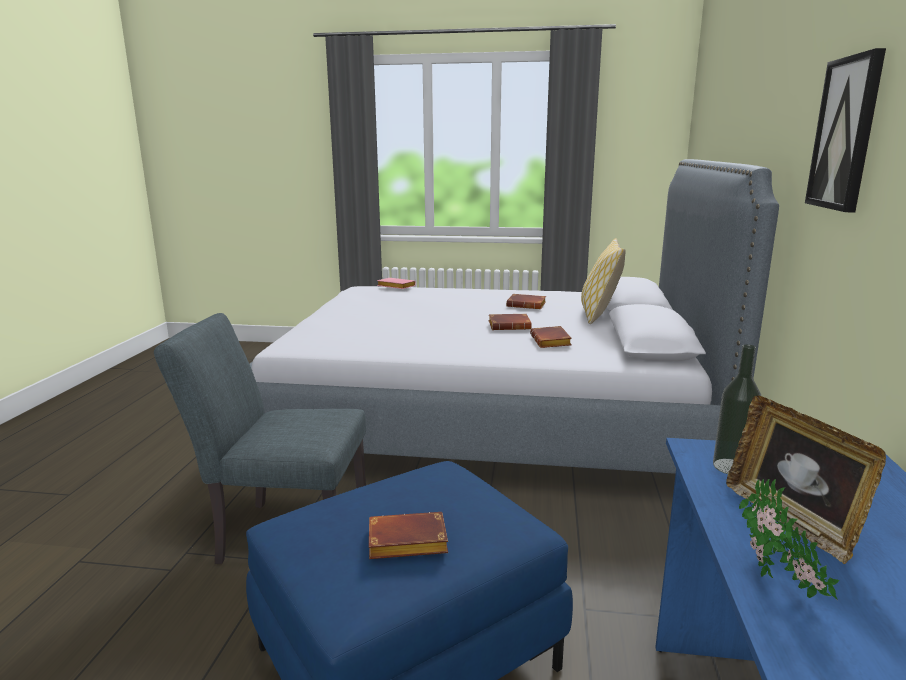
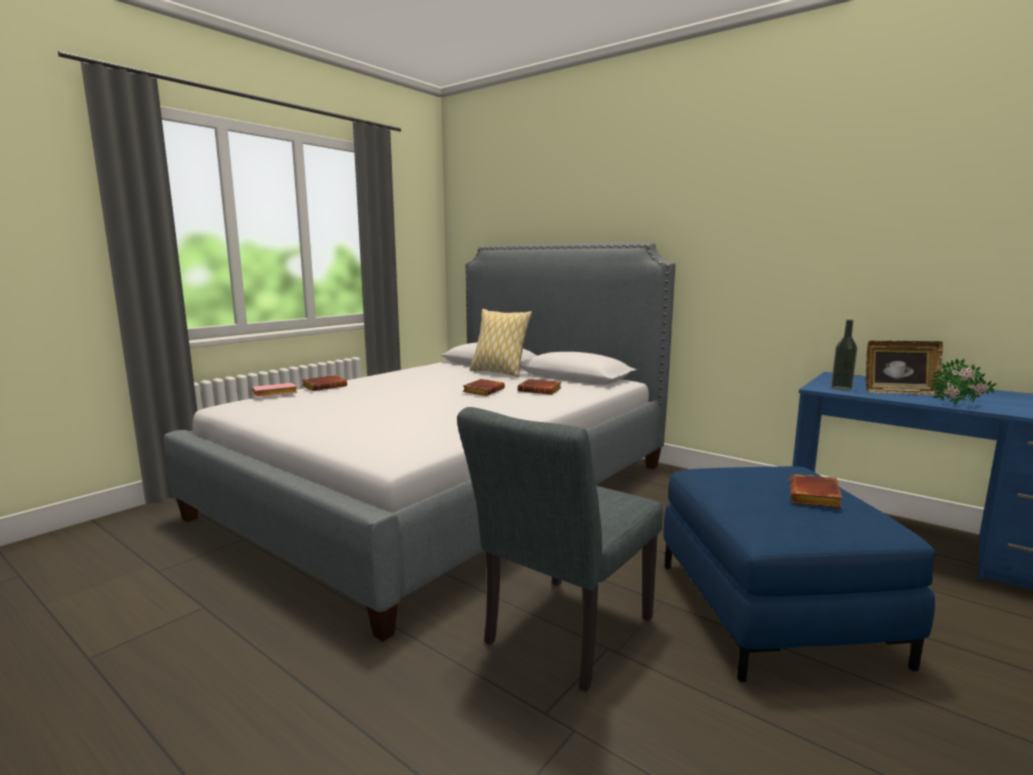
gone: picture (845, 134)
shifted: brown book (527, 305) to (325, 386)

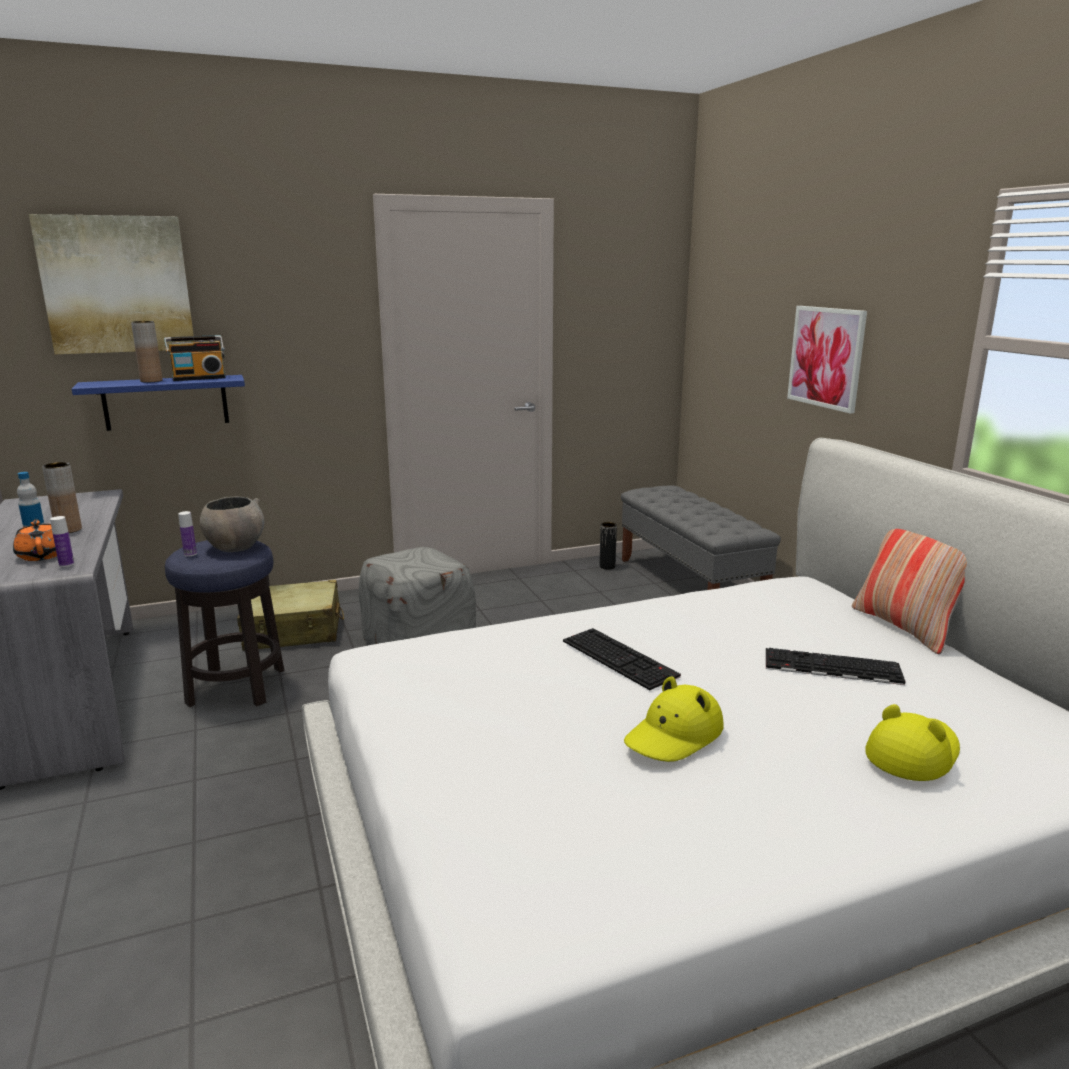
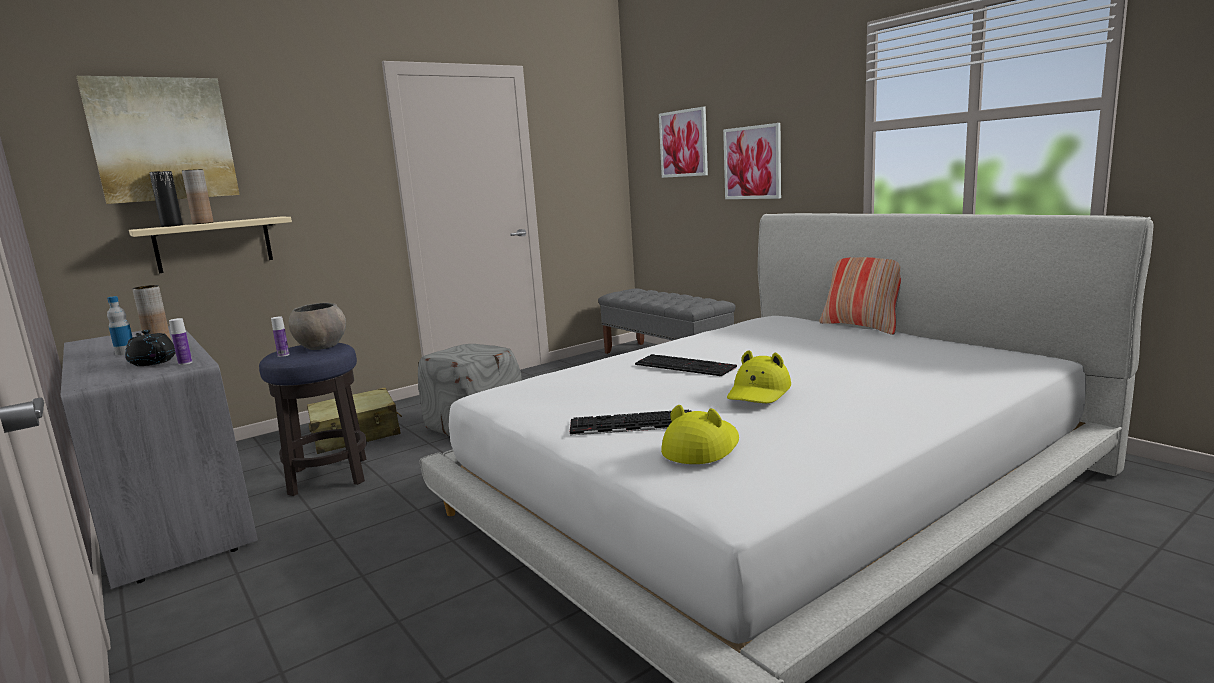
gone: radio (199, 378)
new: picture (683, 143)
shifted: black vase (607, 566) to (172, 226); keyboard (830, 667) to (630, 424); yellow hat (912, 753) to (701, 447)
repainted: blue shelf (166, 402) to beige shelf (214, 244); orange teapot (42, 555) to black teapot (153, 362)

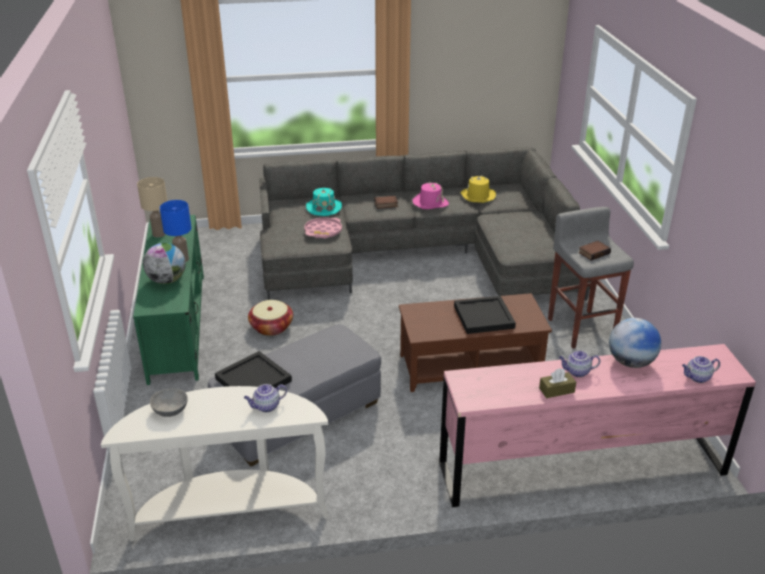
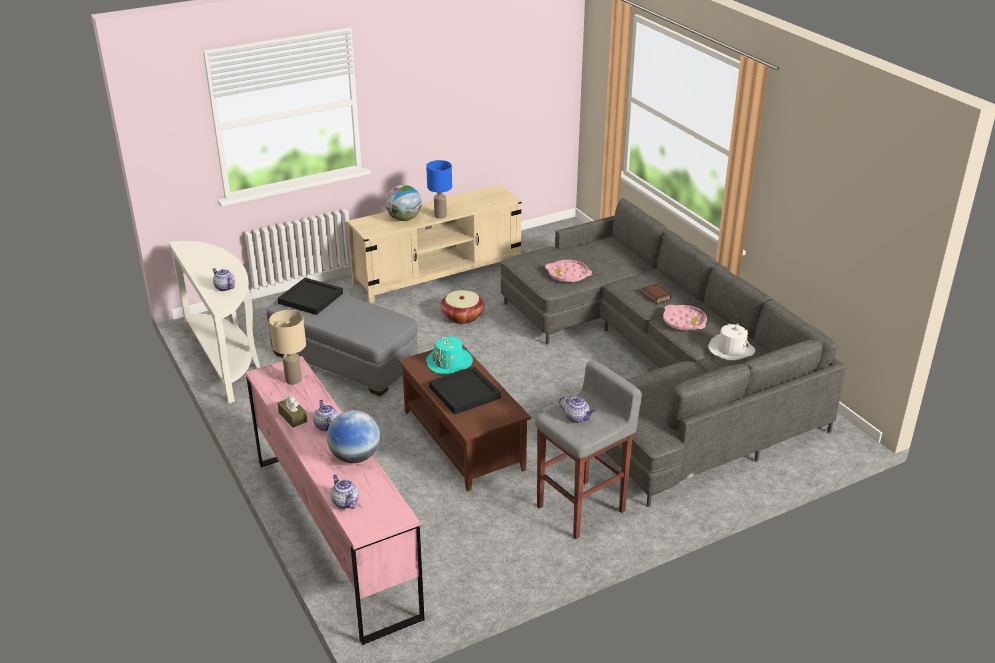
gone: grey bowl (170, 410)
shifted: beige table lamp (159, 234) to (293, 380); turquoise hat (324, 208) to (449, 362)
swapped: pink hat (430, 202) to pink tray (684, 321); book (593, 252) to teapot (577, 418)
repainted: yellow hat (478, 196) to white hat (730, 349); green tv stand (178, 325) to beige tv stand (438, 273)

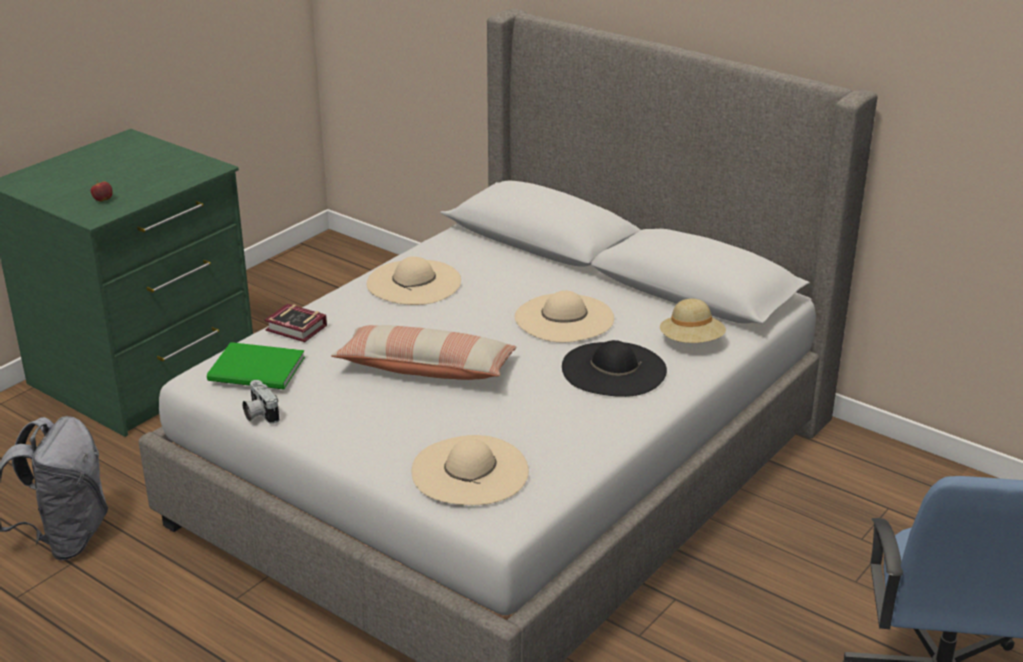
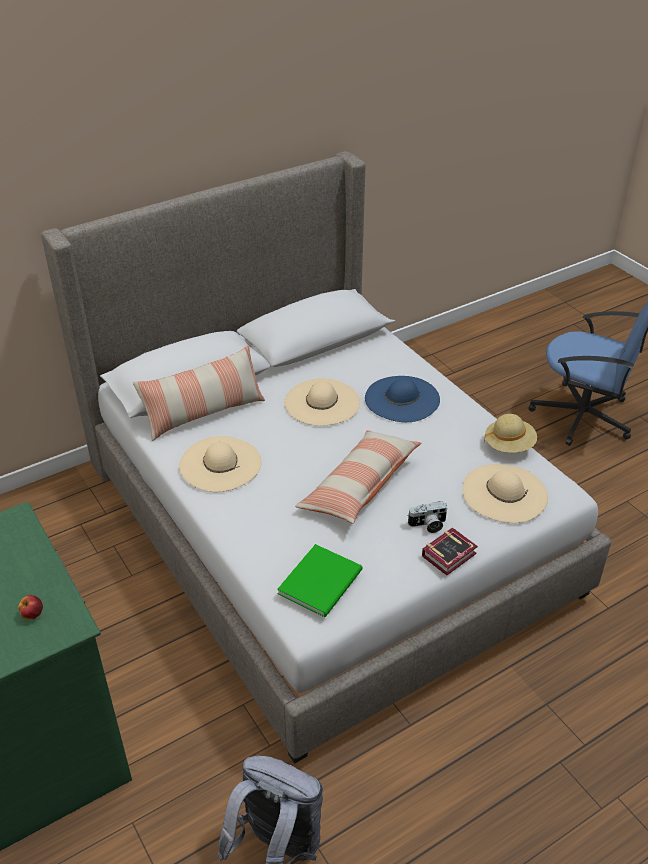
new: pillow (204, 413)
shifted: beige hat (691, 342) to (509, 445); book (297, 329) to (451, 554); photo camera (259, 414) to (428, 525)
repainted: black hat (613, 369) to blue hat (402, 399)

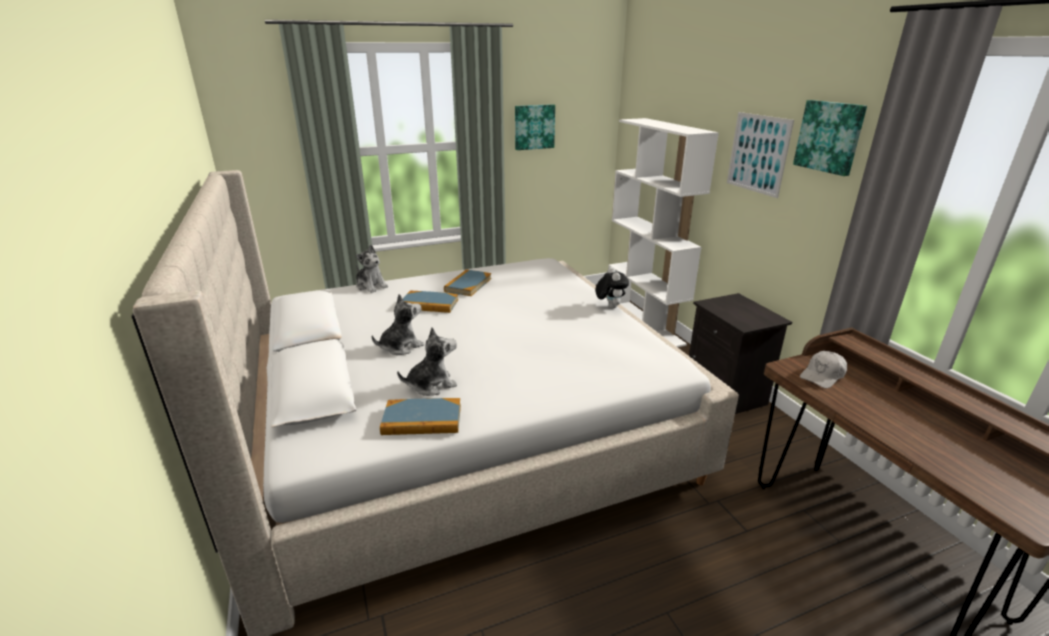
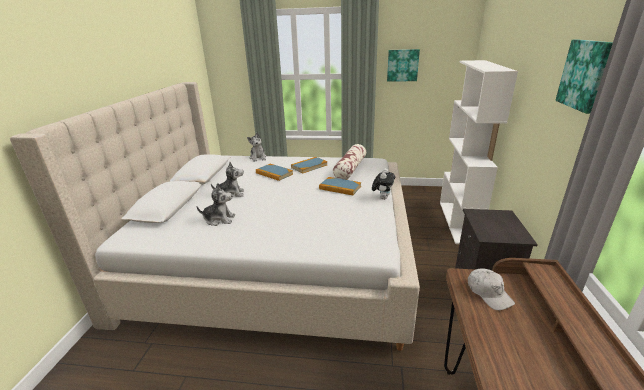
gone: picture (758, 153)
new: pillow (350, 168)
shifted: book (422, 420) to (340, 188)
rotated: white cap (822, 376) = (489, 293) 105 degrees counterclockwise

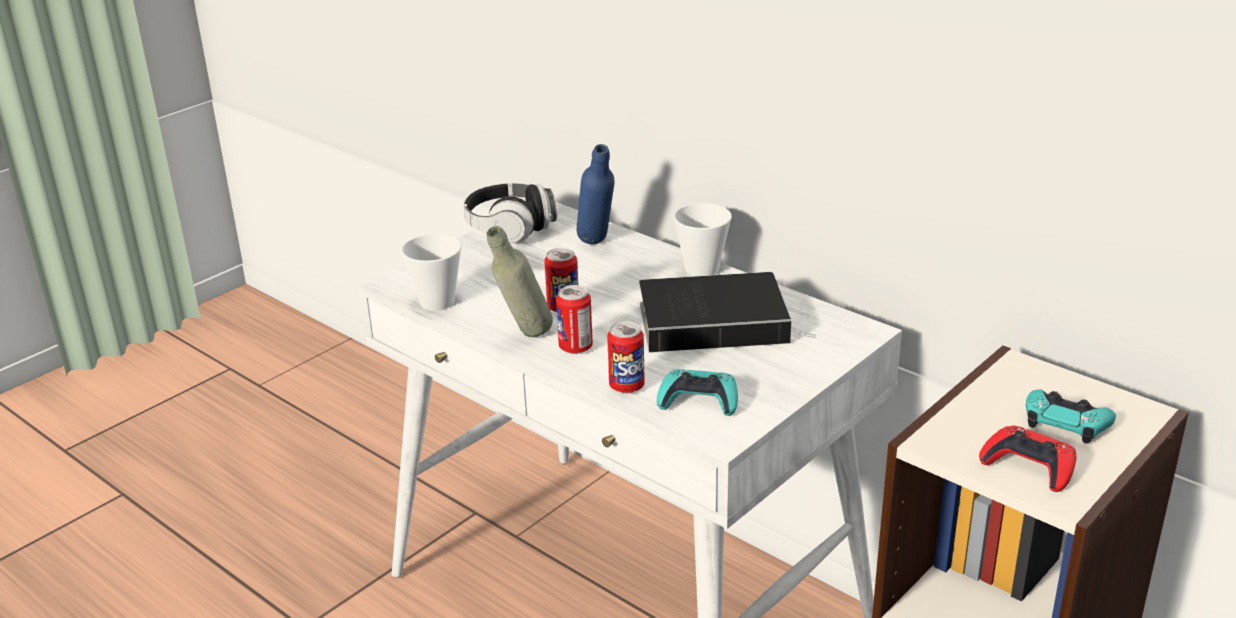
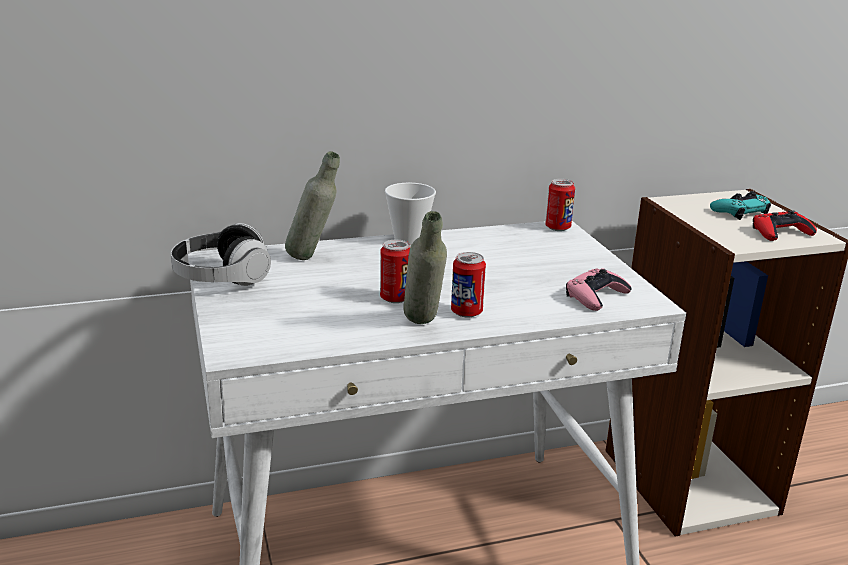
gone: cup (437, 302); book (717, 321)
shifted: can (626, 386) to (558, 228)
repainted: blue bottle (597, 246) to grey bottle (313, 258); turquoise game controller (698, 401) to pink game controller (596, 296)

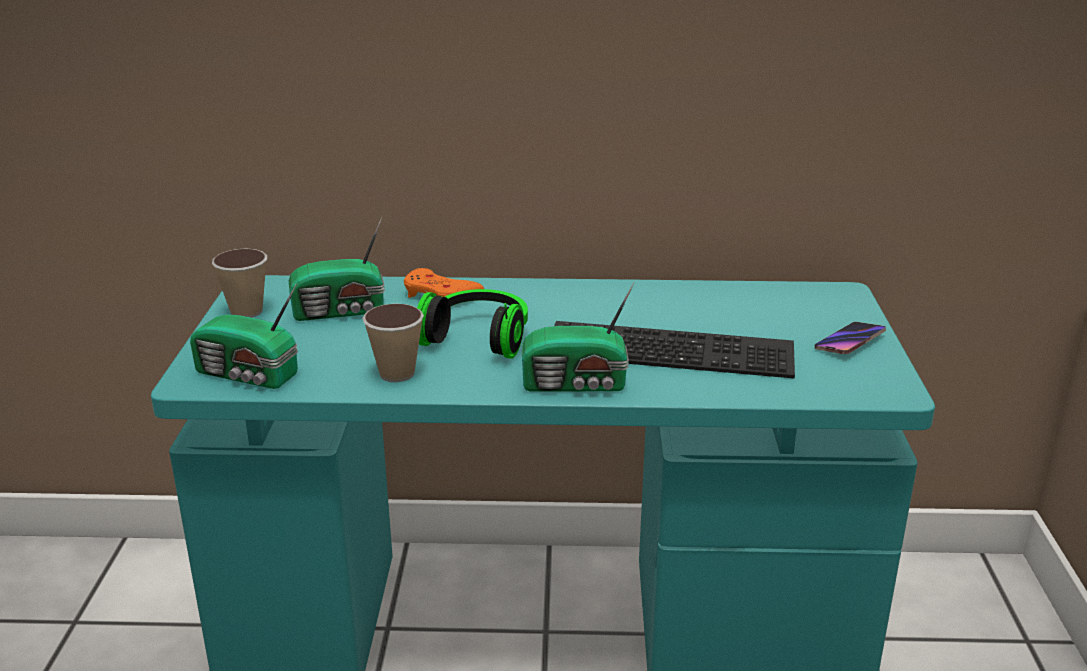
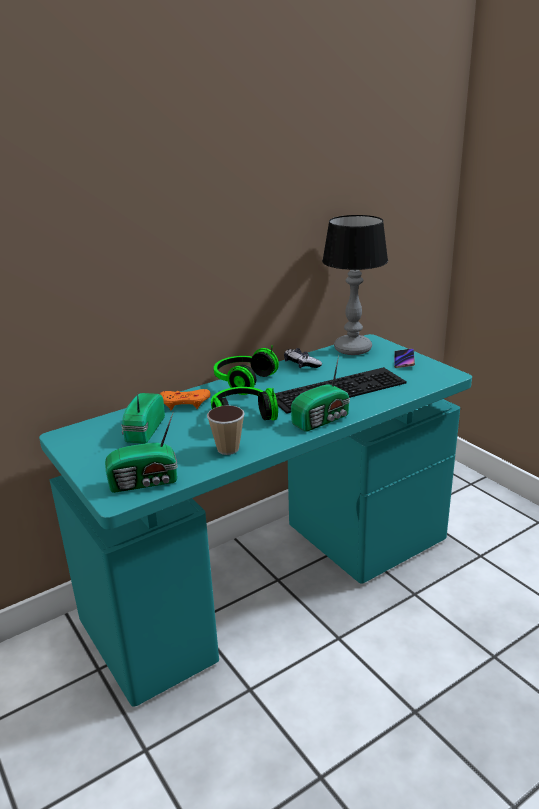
gone: cup (246, 311)
new: table lamp (353, 349); headphones (242, 381); game controller (301, 364)
rotated: radio (341, 311) = (143, 430) 150 degrees clockwise

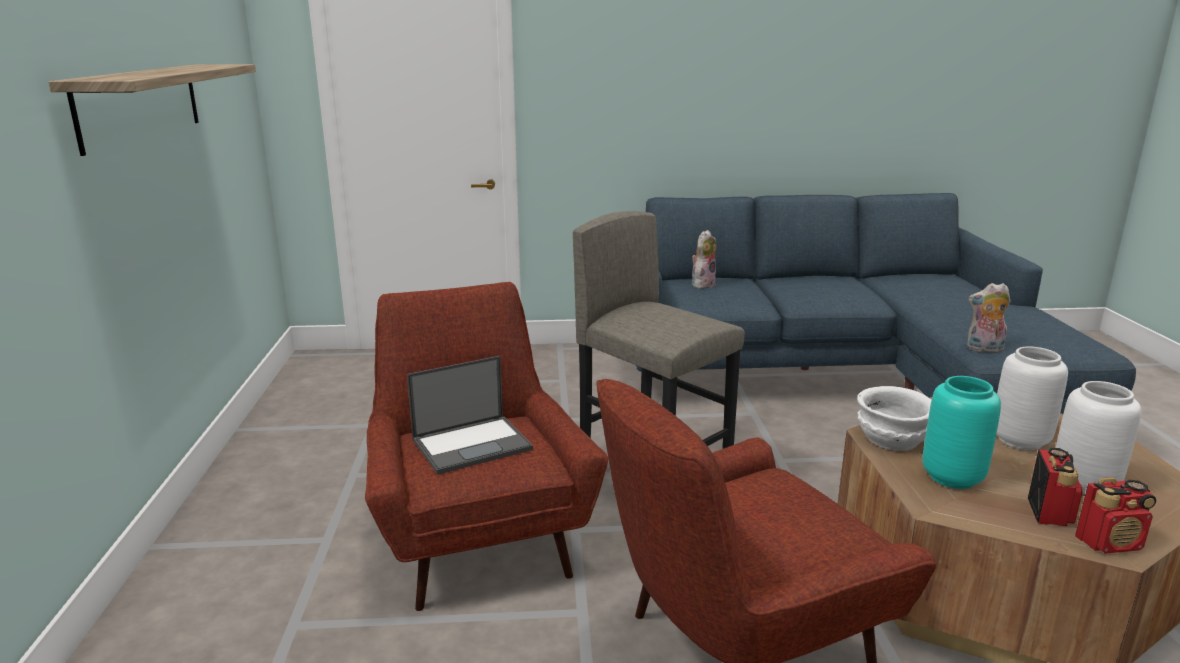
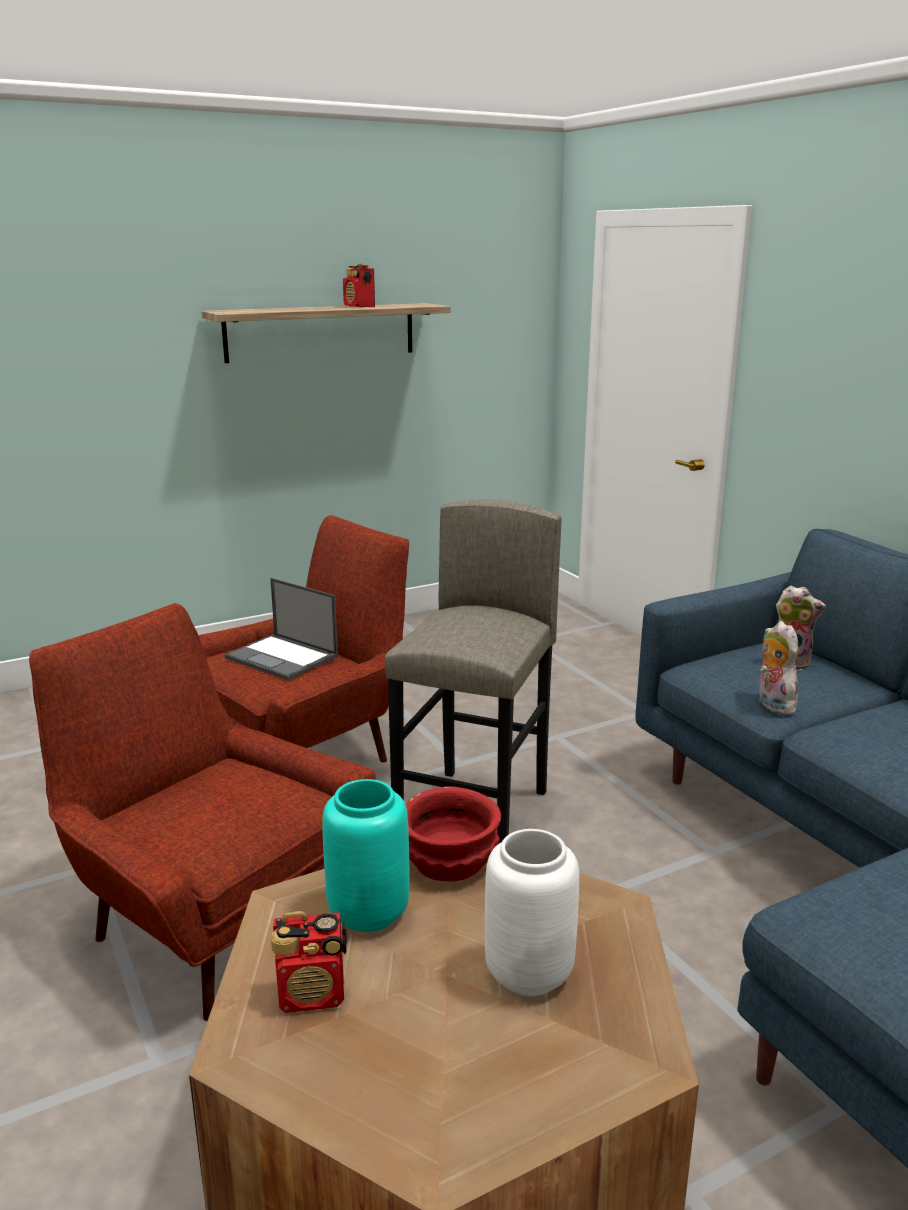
gone: white vase (1086, 484)
shifted: plush toy (984, 349) to (772, 704); radio (1109, 543) to (359, 307)
repainted: white bowl (892, 438) to red bowl (451, 862)

